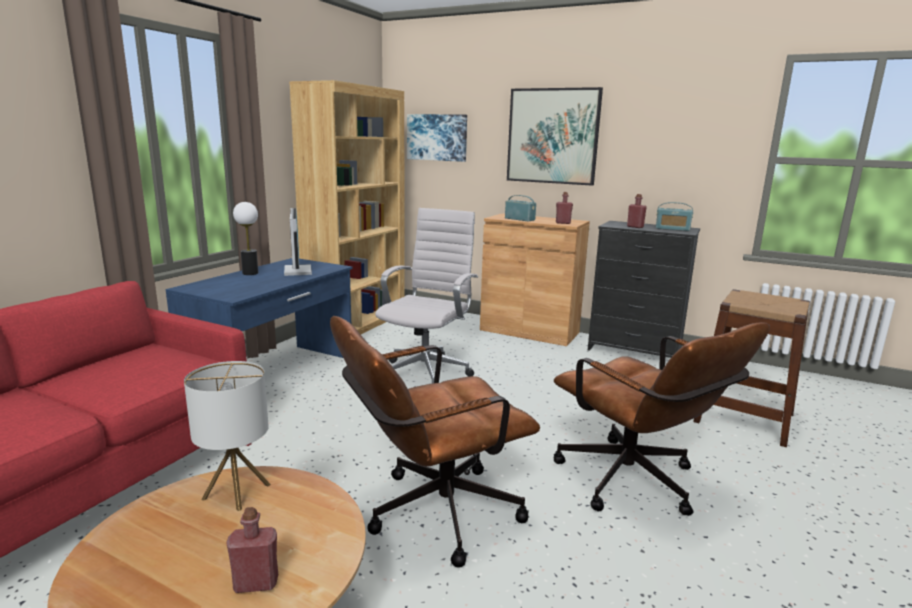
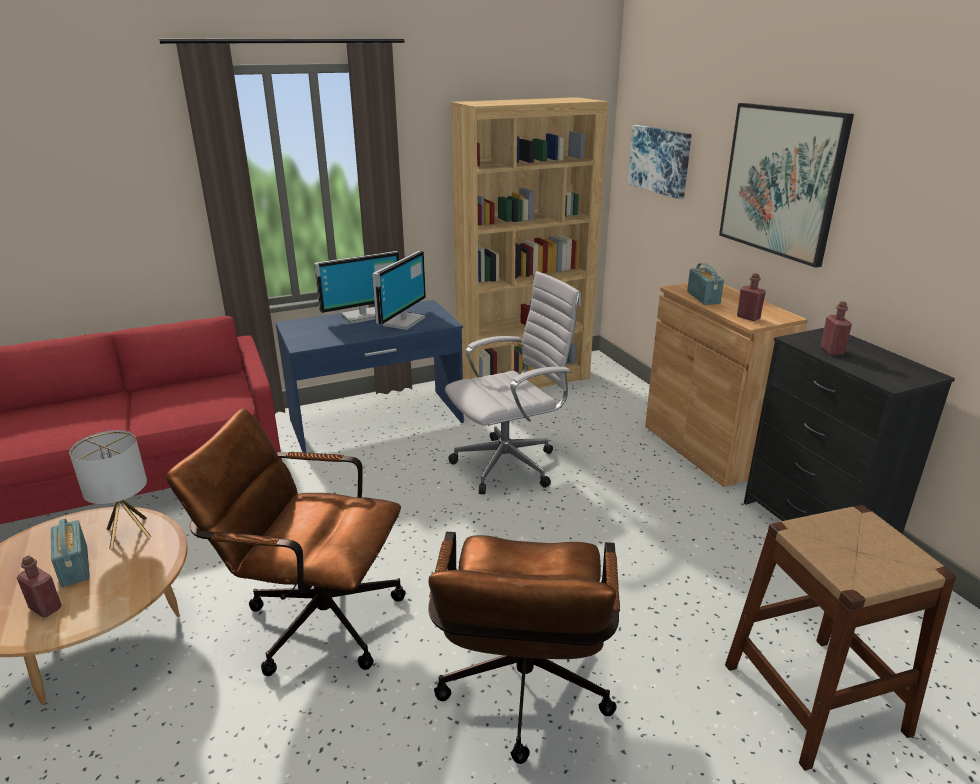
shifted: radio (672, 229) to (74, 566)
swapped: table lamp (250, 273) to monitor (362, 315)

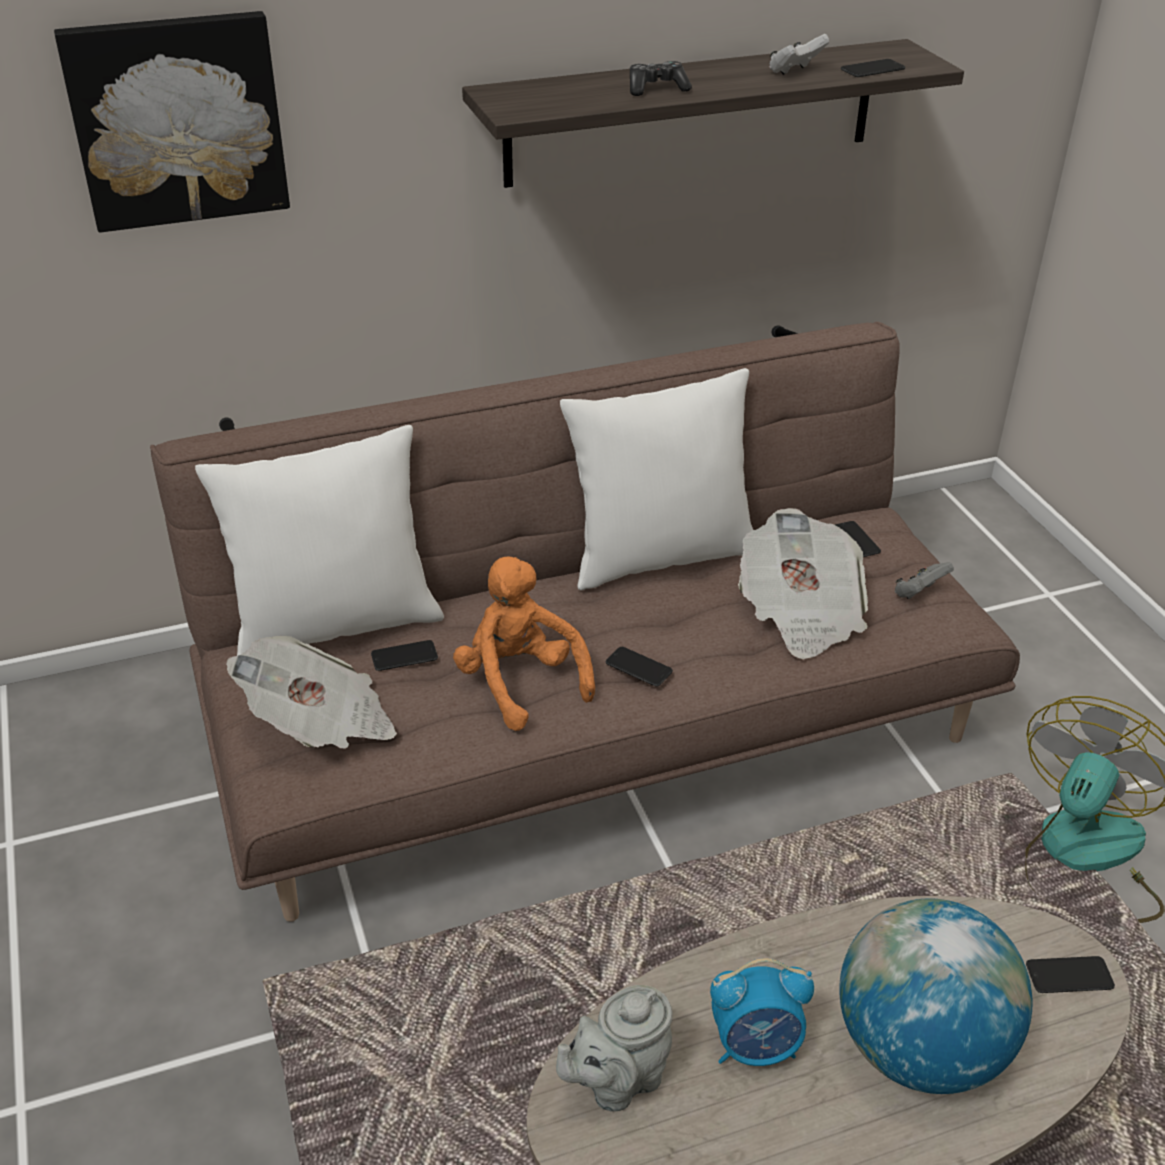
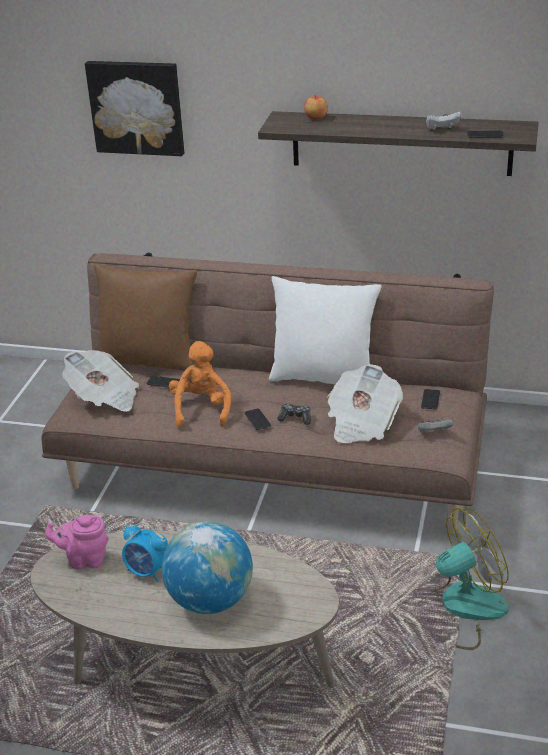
gone: phone (1069, 976)
new: apple (315, 118)
shifted: game controller (656, 89) to (295, 418)
repainted: white pillow (335, 625) to brown pillow (150, 361); grey teapot (617, 1081) to pink teapot (84, 559)

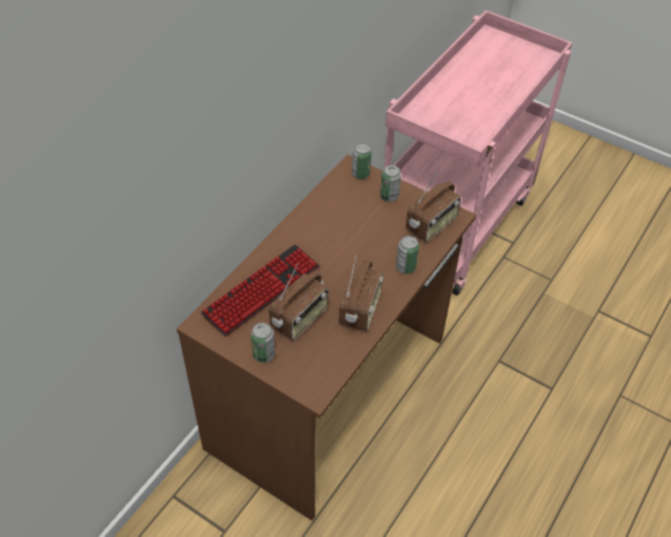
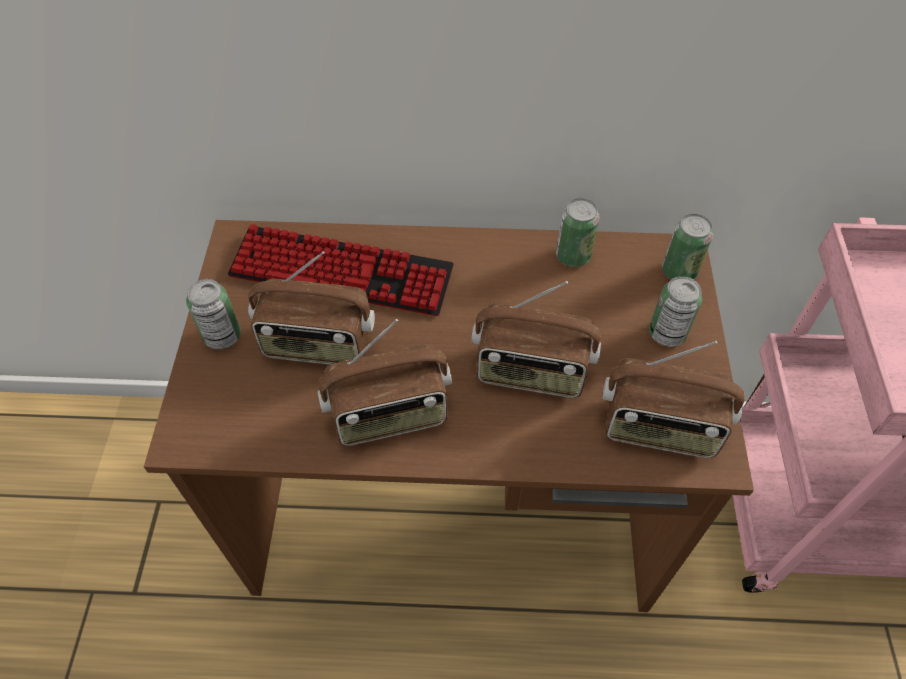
new: radio (530, 372)
shifted: can (405, 267) to (573, 256)

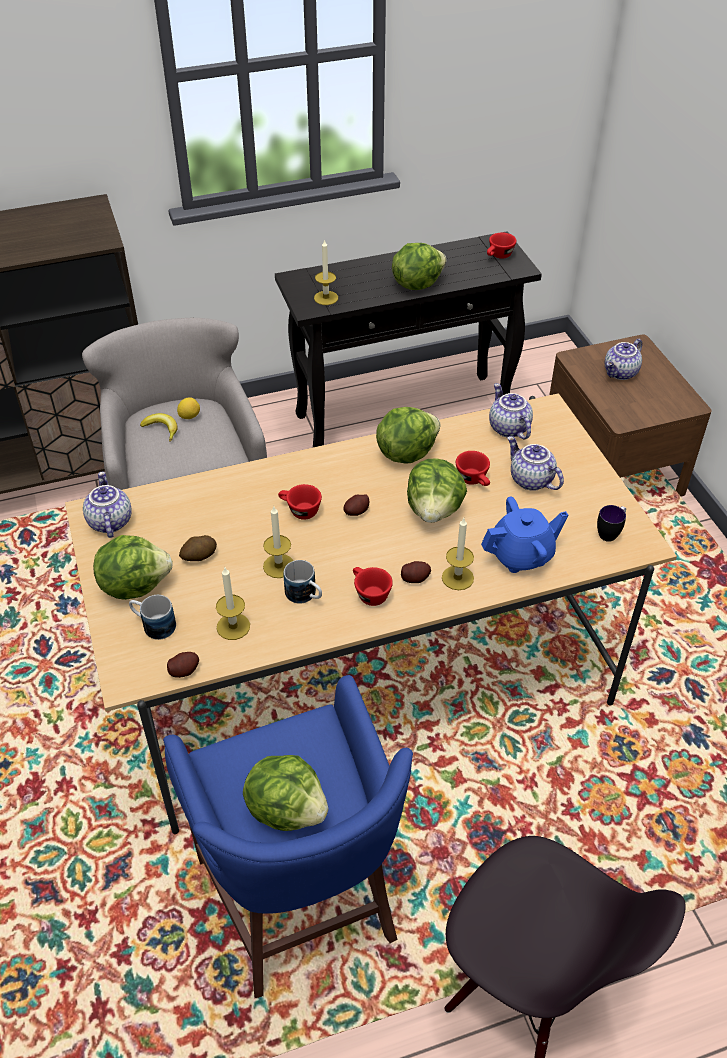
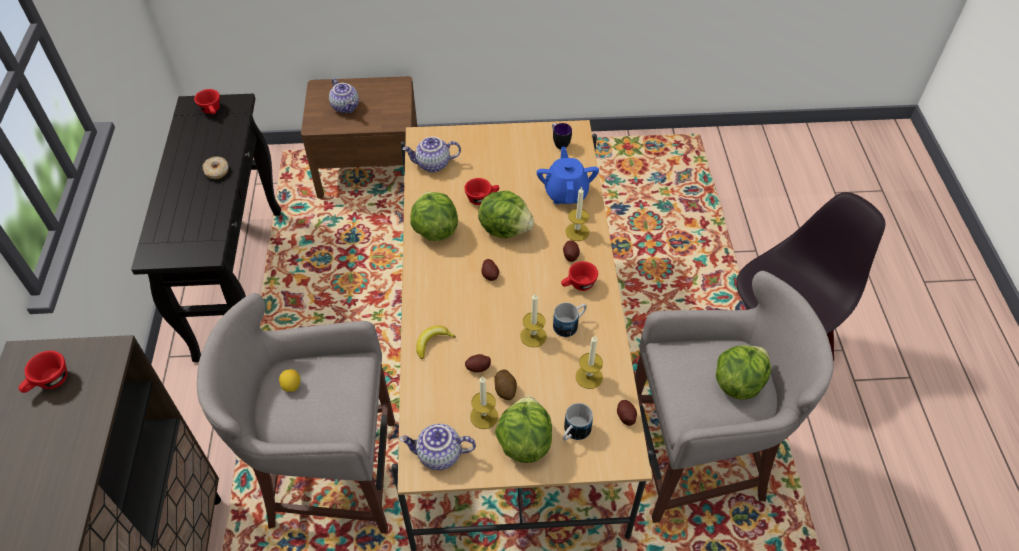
gone: teapot (530, 480)
new: potato (478, 367)
shifted: candle (326, 298) to (484, 416); banana (162, 429) to (432, 343); red cup (299, 511) to (49, 383)
swapped: lettuce (416, 283) to donut (217, 171)
repainted: blue stool (301, 902) to grey stool (699, 459)

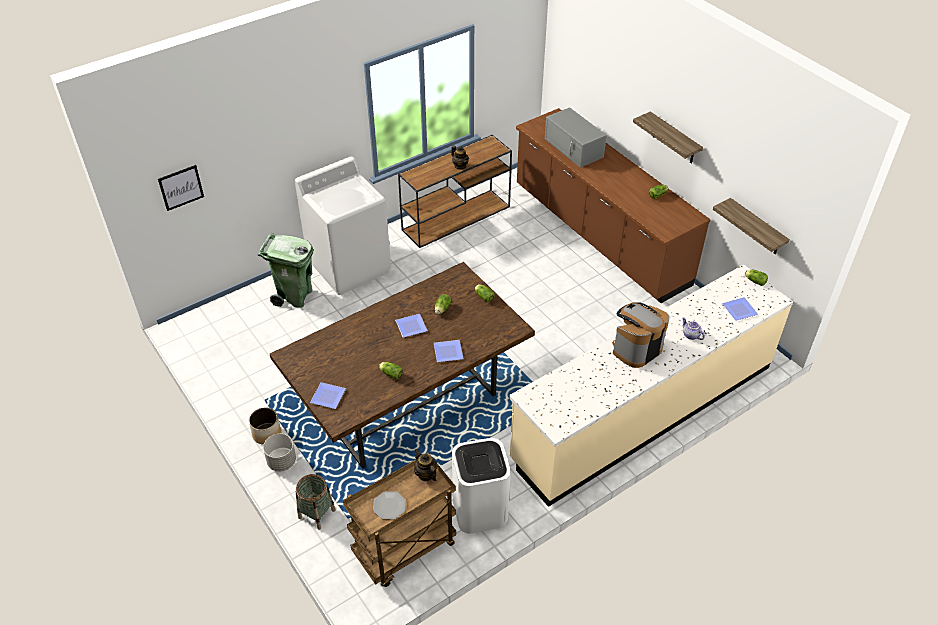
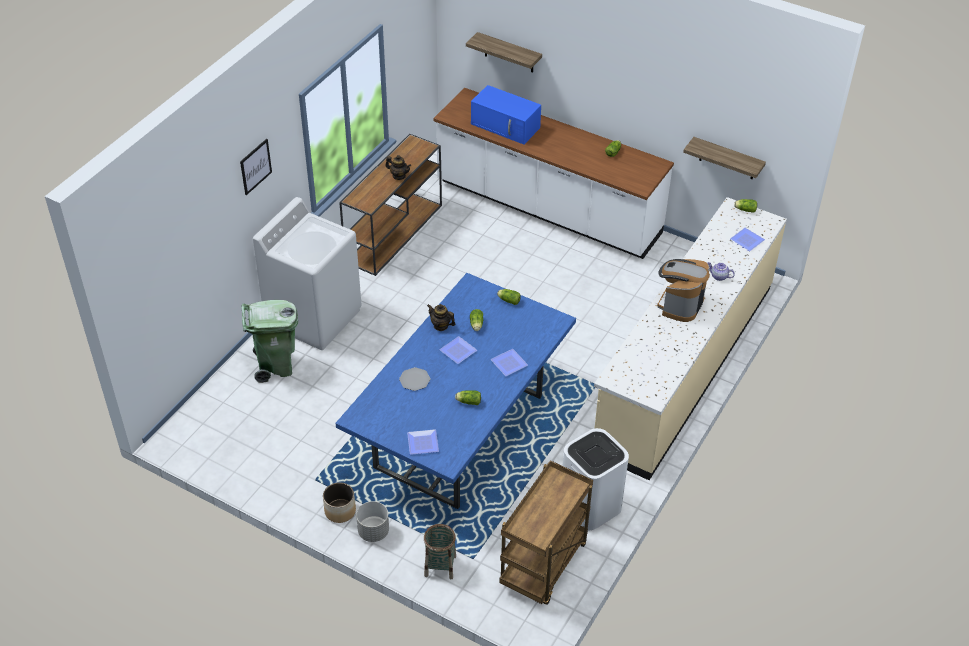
shifted: shelf (674, 139) to (509, 53); picture (181, 187) to (255, 166); teapot (425, 474) to (441, 326); plate (389, 506) to (414, 380)
repainted: grey microwave (574, 148) to blue microwave (506, 126); brown counter (599, 235) to white counter (547, 209); brown dining table (408, 400) to blue dining table (461, 430)

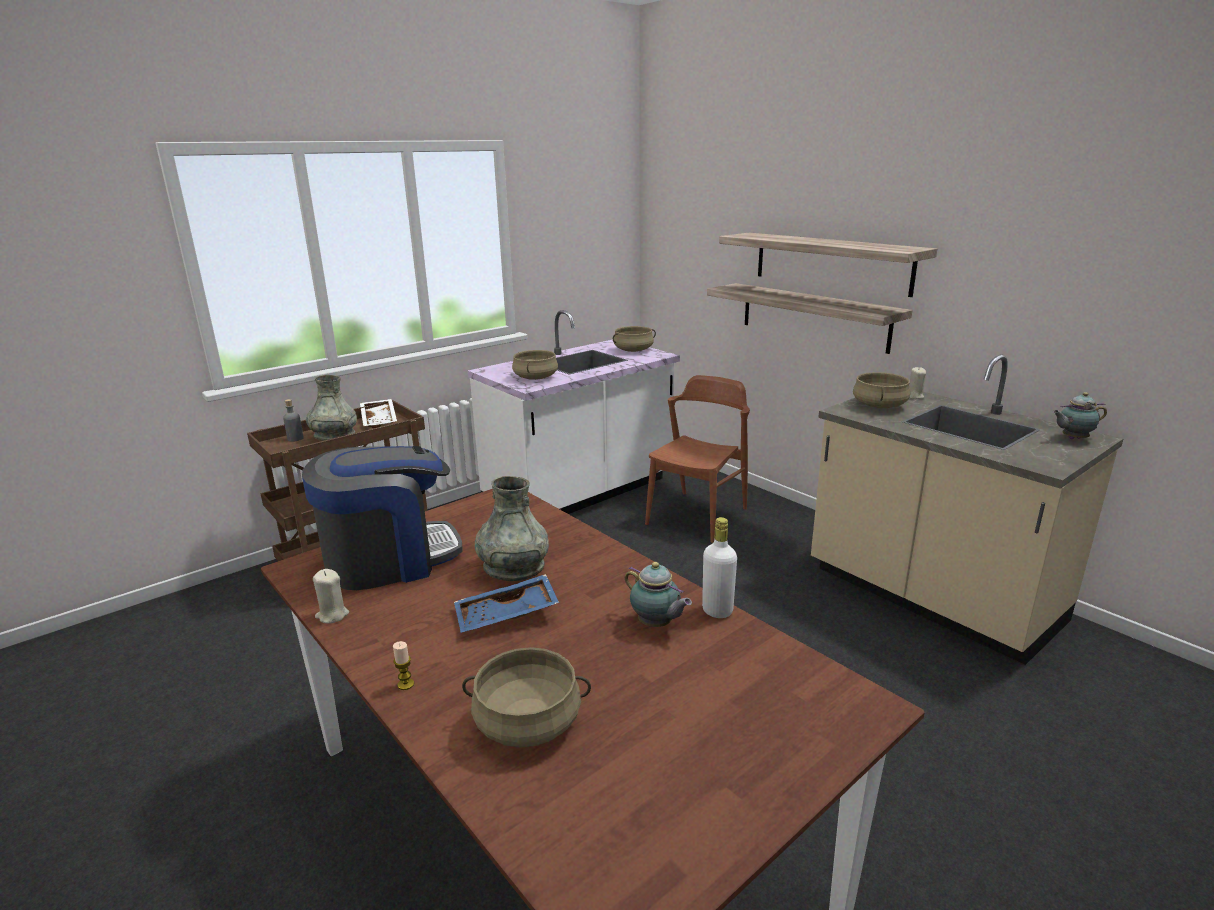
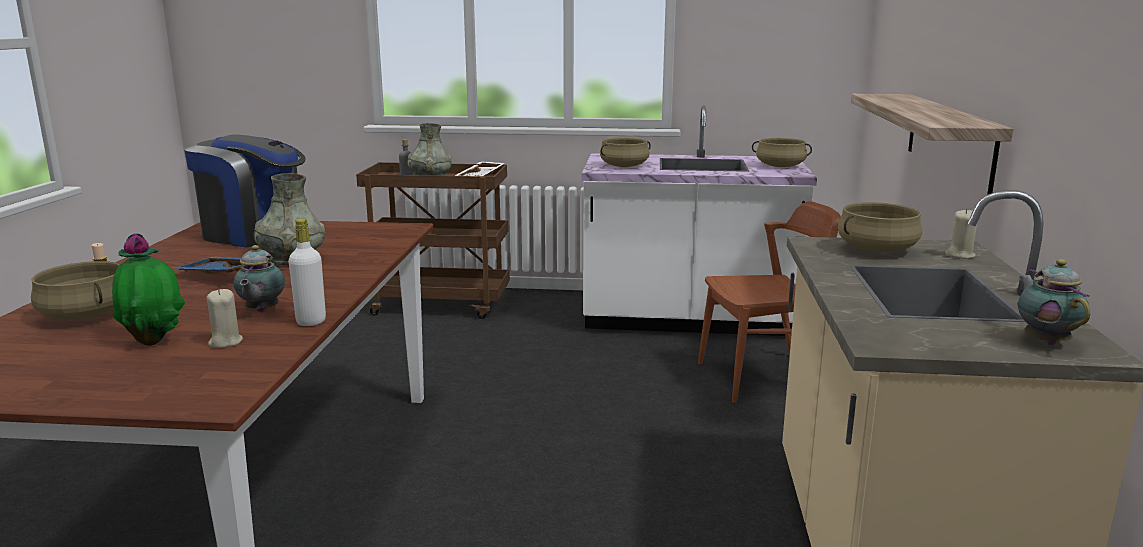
gone: shelf (831, 262)
new: potted plant (155, 342)
shifted: beige candle (332, 615) to (225, 342)
rotated: teapot (1072, 438) = (1044, 341) 45 degrees clockwise

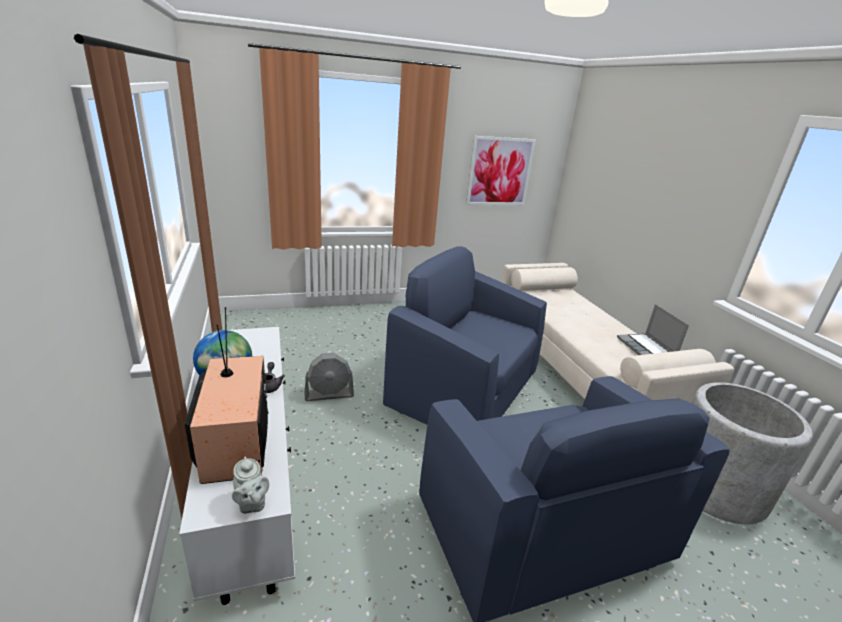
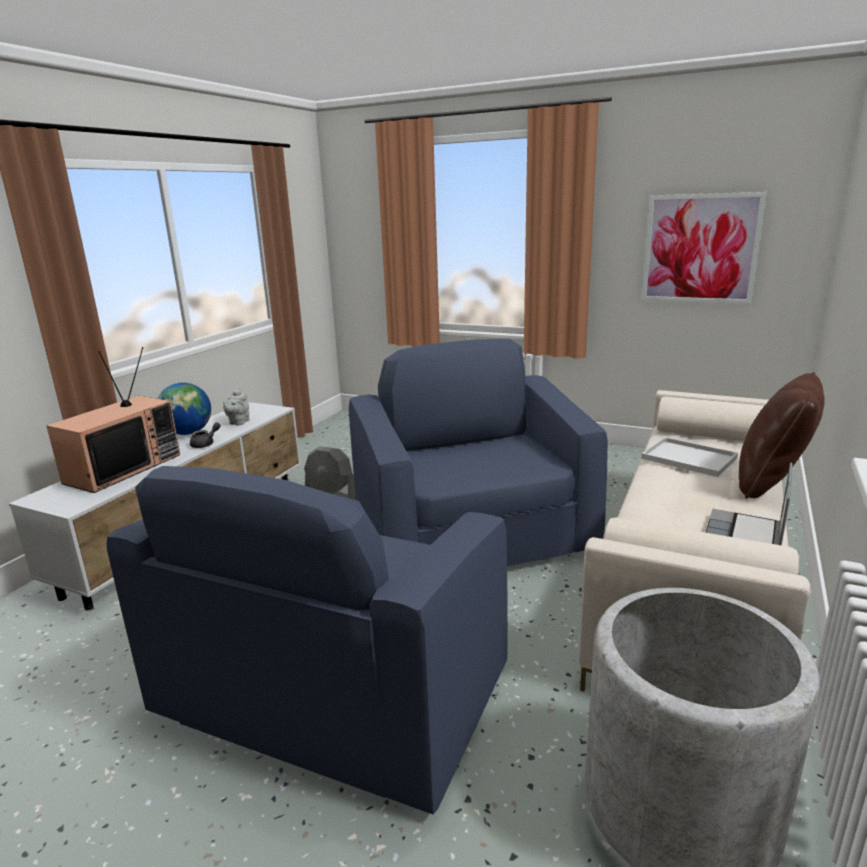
new: brown pillow (771, 483); white tray (687, 458)
shifted: grey teapot (251, 504) to (238, 422)

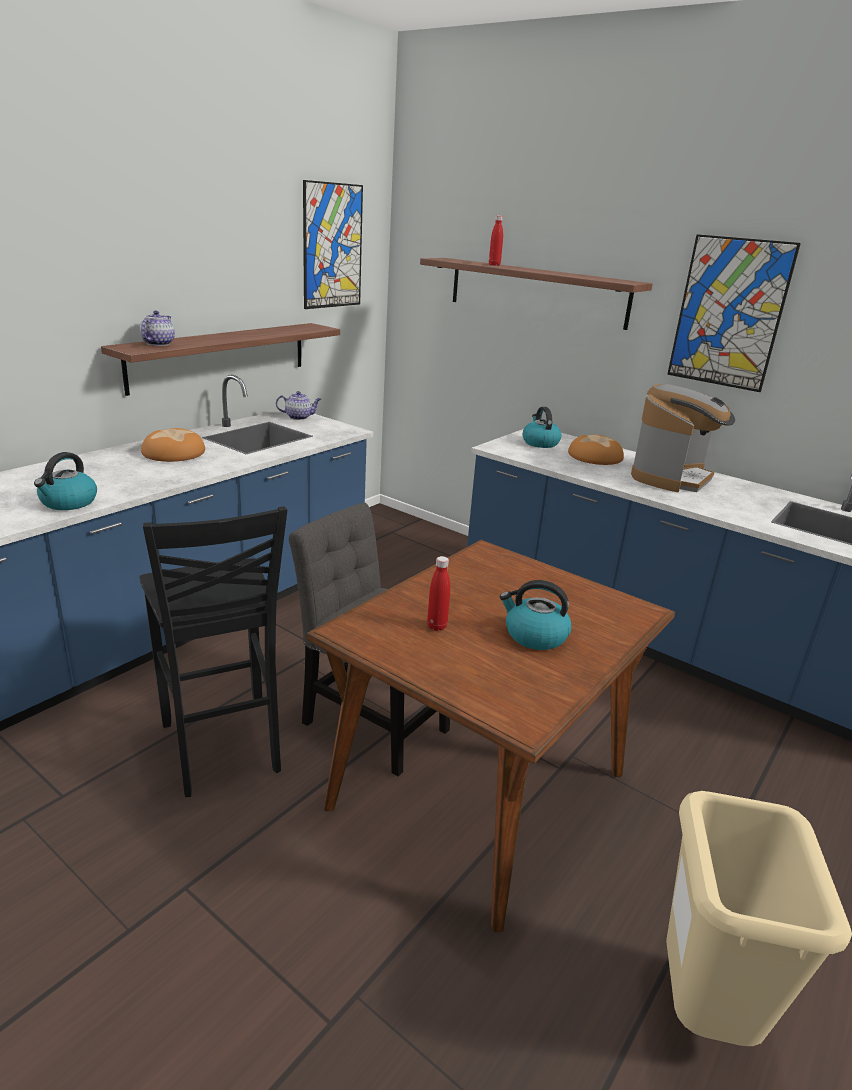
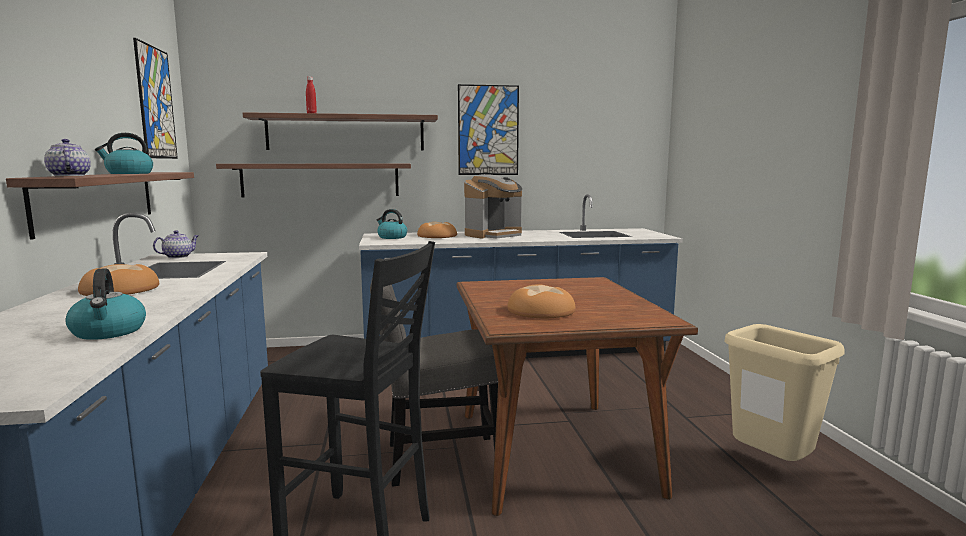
new: shelf (320, 180)
shifted: kettle (534, 636) to (128, 173)
swapped: red bottle (437, 626) to bread (540, 311)
rotated: coffee machine (672, 477) = (494, 235) 60 degrees clockwise

